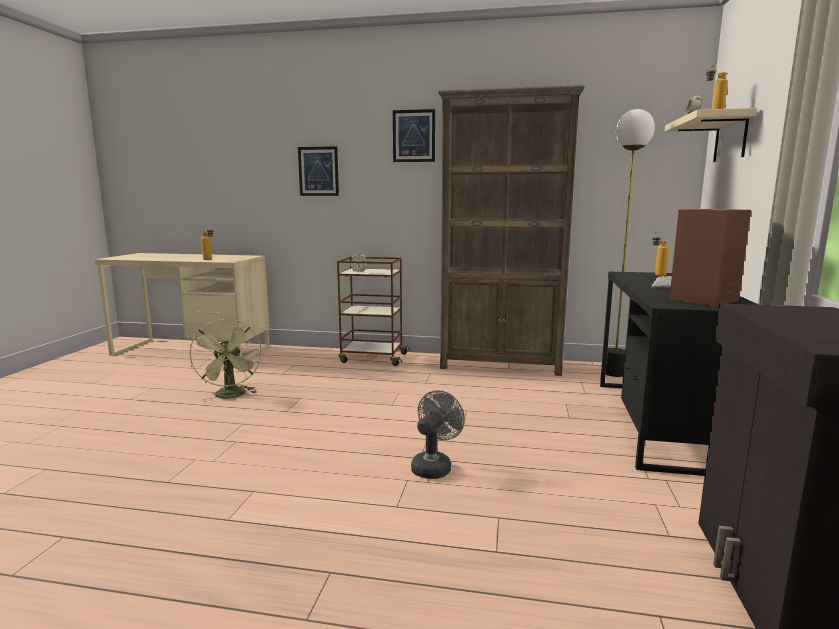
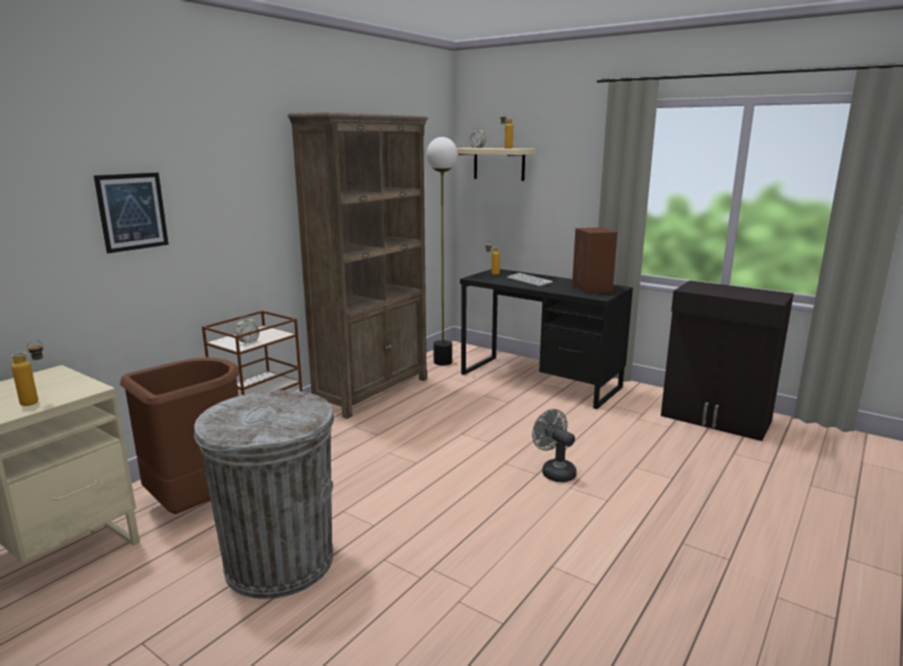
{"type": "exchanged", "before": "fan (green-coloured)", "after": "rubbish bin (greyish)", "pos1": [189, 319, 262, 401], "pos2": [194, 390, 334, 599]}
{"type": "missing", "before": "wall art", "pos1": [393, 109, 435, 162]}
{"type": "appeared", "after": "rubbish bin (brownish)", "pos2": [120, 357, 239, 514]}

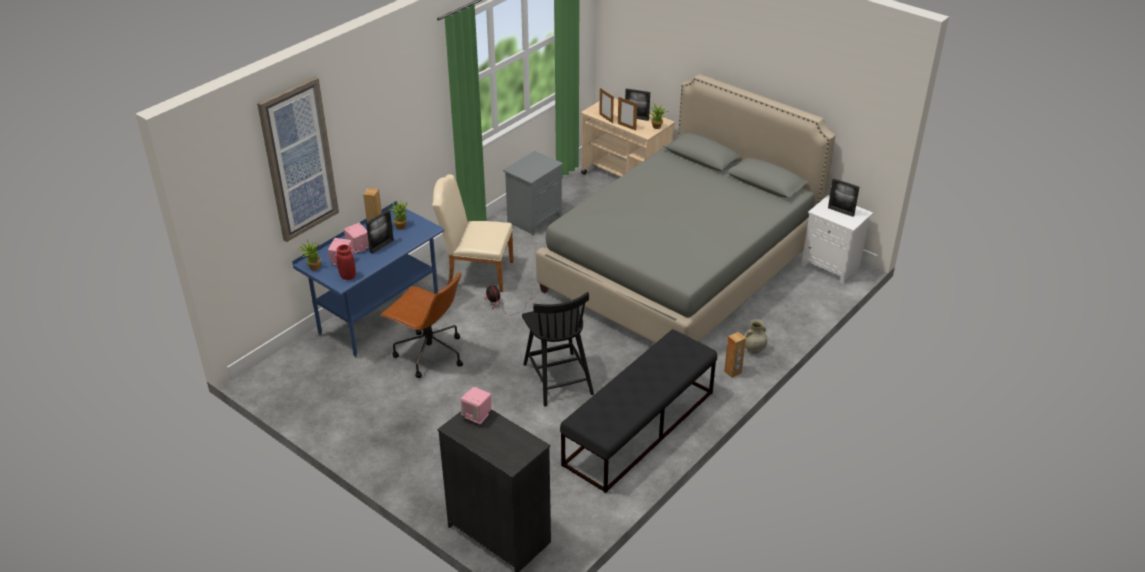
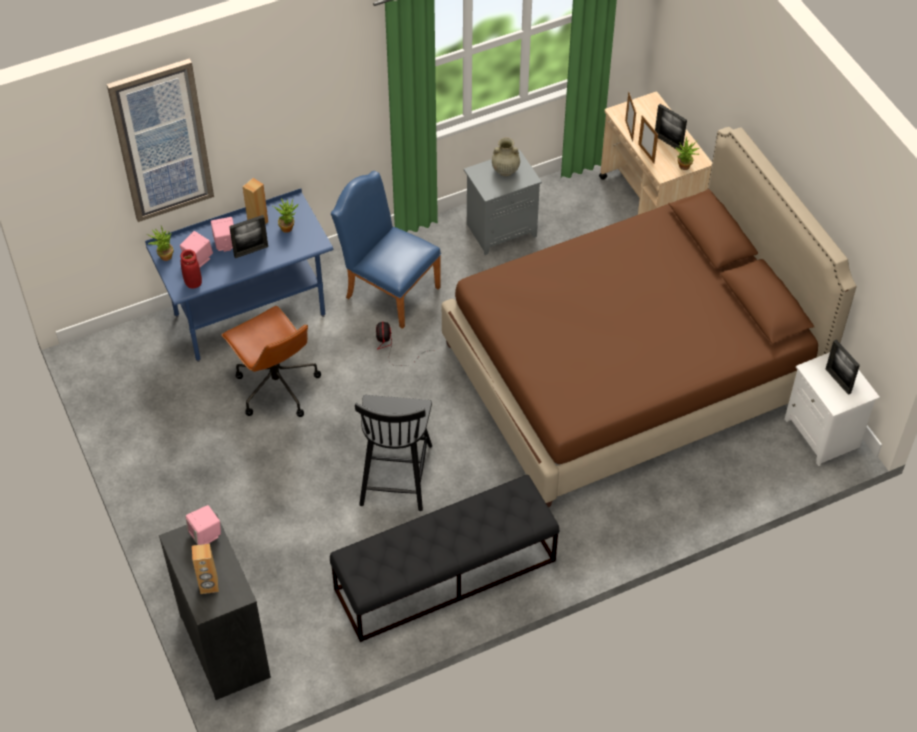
{"type": "colour", "before": "plain chair (beige-coloured)", "after": "plain chair (bluish)", "pos1": [432, 174, 514, 292], "pos2": [331, 171, 441, 329]}
{"type": "colour", "before": "sleeping bed (greyish)", "after": "sleeping bed (brownish)", "pos1": [536, 74, 835, 343], "pos2": [442, 127, 857, 507]}
{"type": "relocated", "before": "loudspeaker (brownish)", "pos1": [724, 332, 746, 378], "pos2": [192, 544, 219, 594]}
{"type": "relocated", "before": "decorative vase (beige-coloured)", "pos1": [744, 319, 768, 354], "pos2": [492, 138, 520, 176]}

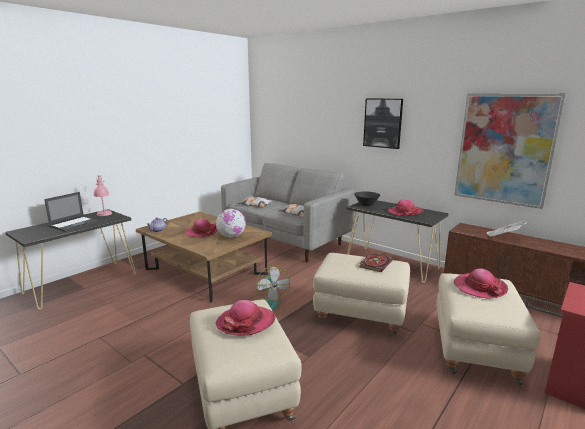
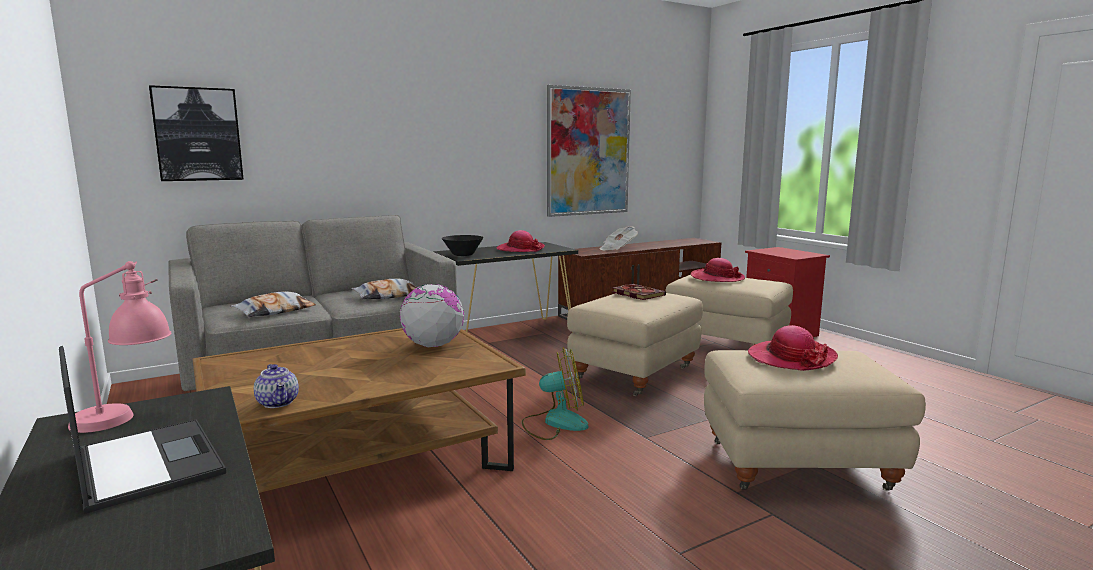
{"type": "missing", "before": "hat", "pos1": [185, 218, 218, 237]}
{"type": "relocated", "before": "wall art", "pos1": [363, 98, 403, 149], "pos2": [149, 85, 244, 181]}

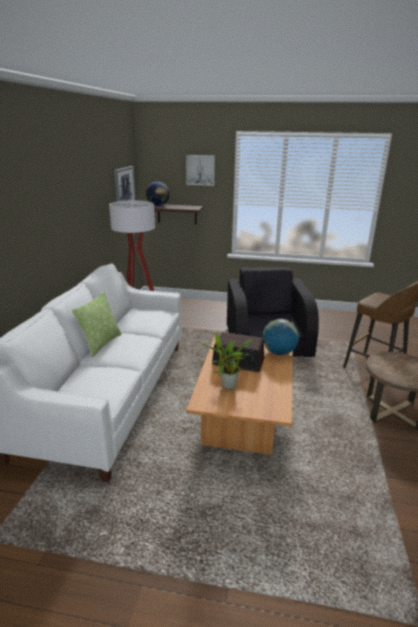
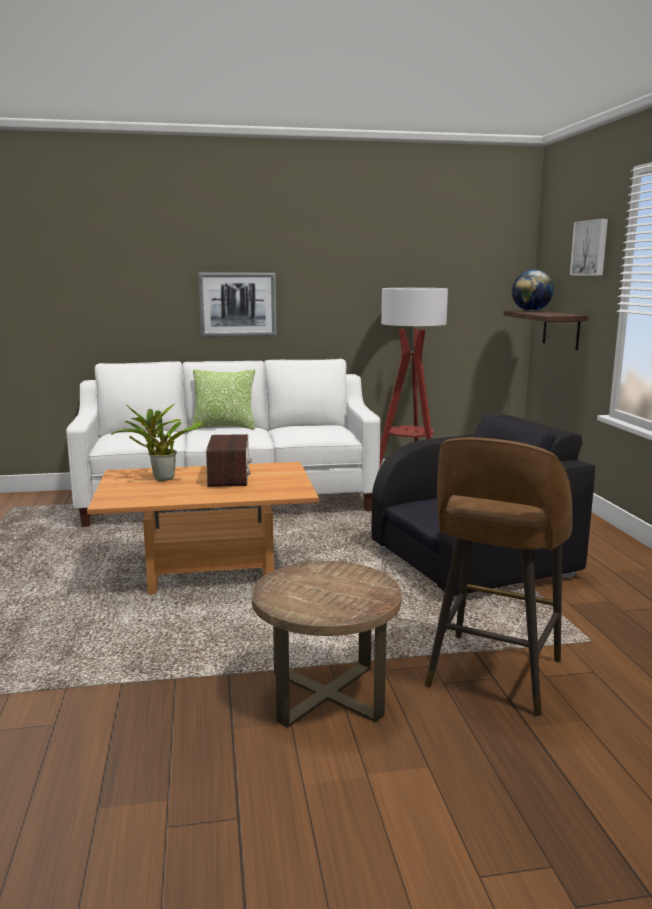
{"type": "relocated", "before": "wall art", "pos1": [114, 166, 136, 202], "pos2": [198, 273, 277, 337]}
{"type": "missing", "before": "desk globe", "pos1": [262, 319, 299, 355]}

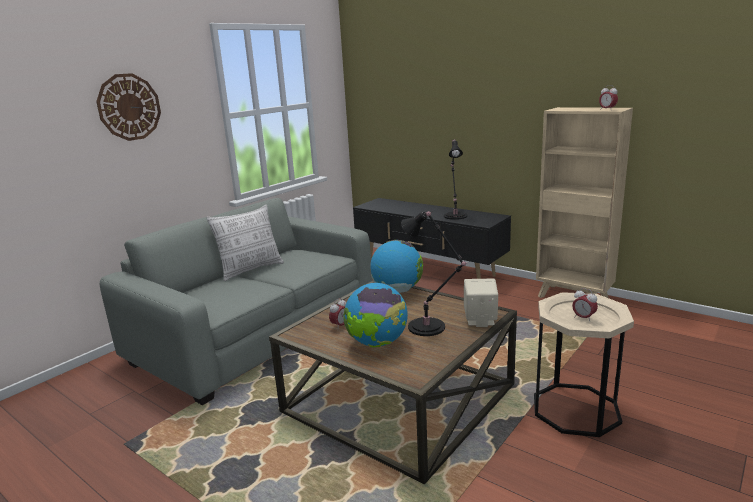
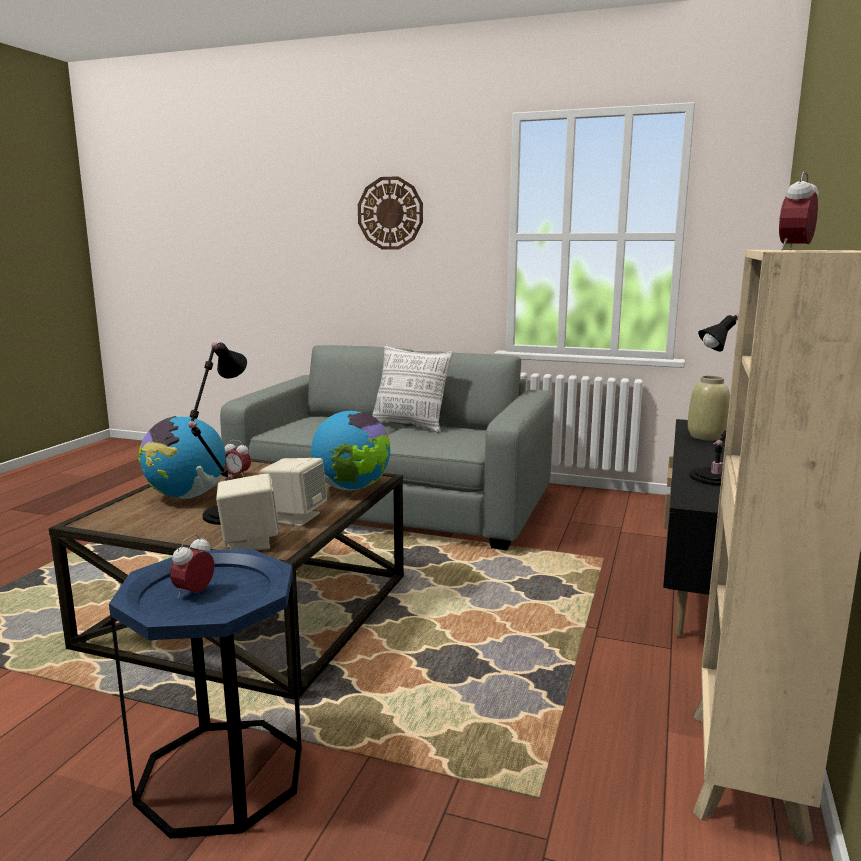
{"type": "colour", "before": "end table (beige-coloured)", "after": "end table (bluish)", "pos1": [534, 292, 634, 437], "pos2": [109, 549, 302, 838]}
{"type": "appeared", "after": "loudspeaker (beige-coloured)", "pos2": [260, 458, 327, 527]}
{"type": "appeared", "after": "decorative vase (beige-coloured)", "pos2": [688, 375, 730, 441]}

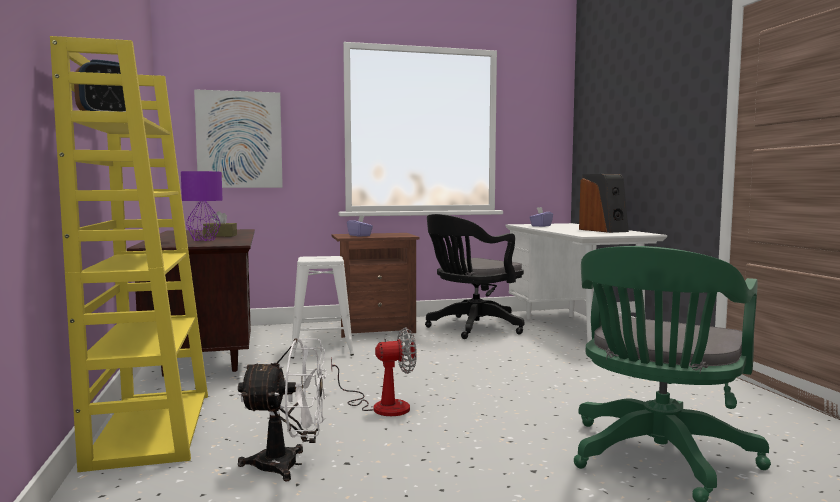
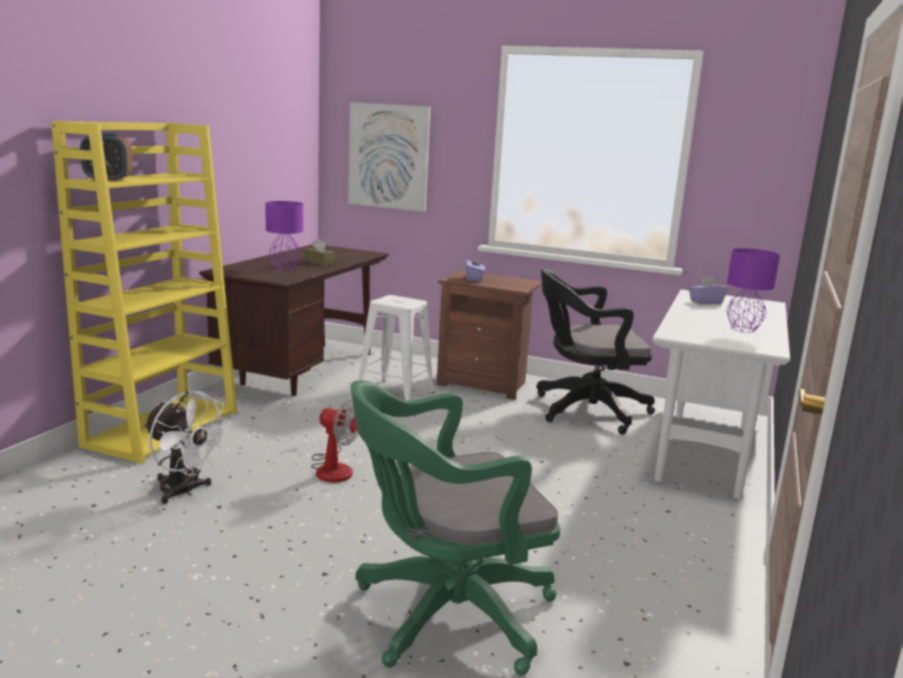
{"type": "exchanged", "before": "loudspeaker", "after": "lamp for a table (purple)", "pos1": [579, 174, 629, 233], "pos2": [726, 248, 780, 333]}

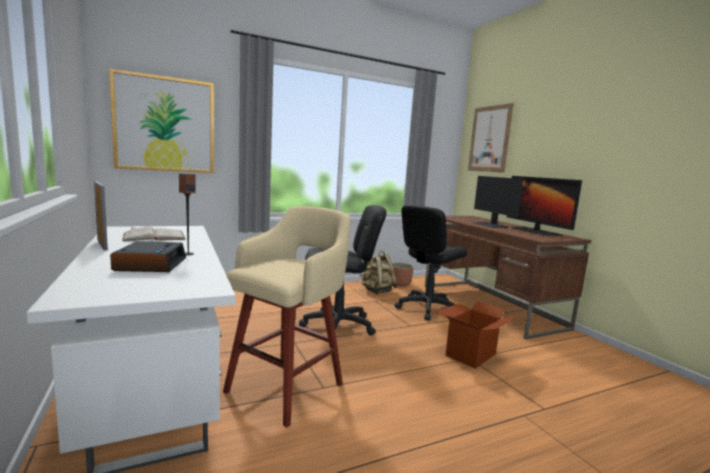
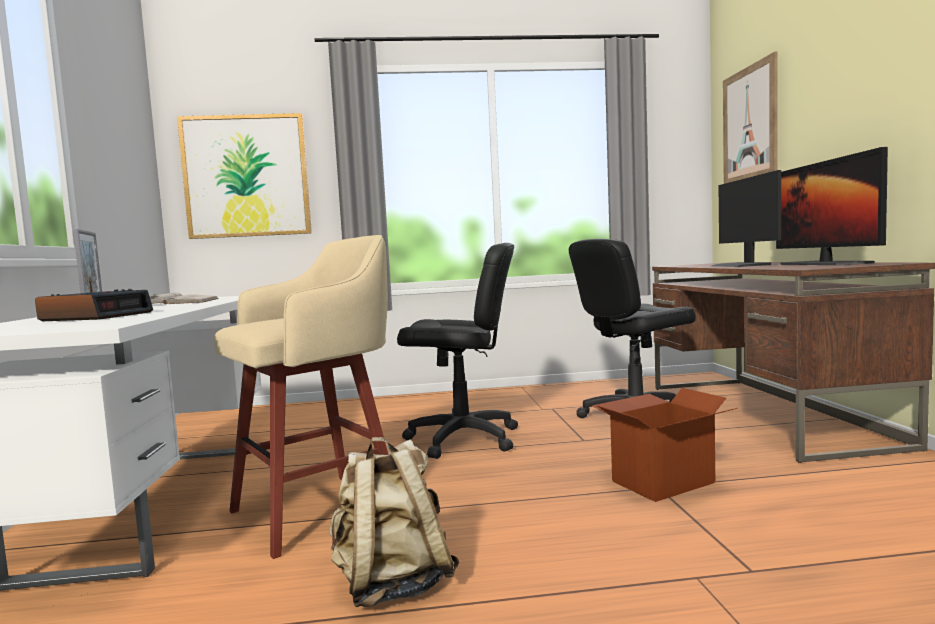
{"type": "missing", "before": "loudspeaker", "pos1": [179, 173, 196, 255]}
{"type": "relocated", "before": "rucksack (beige-coloured)", "pos1": [360, 251, 397, 294], "pos2": [330, 437, 459, 607]}
{"type": "missing", "before": "planter", "pos1": [392, 263, 414, 287]}

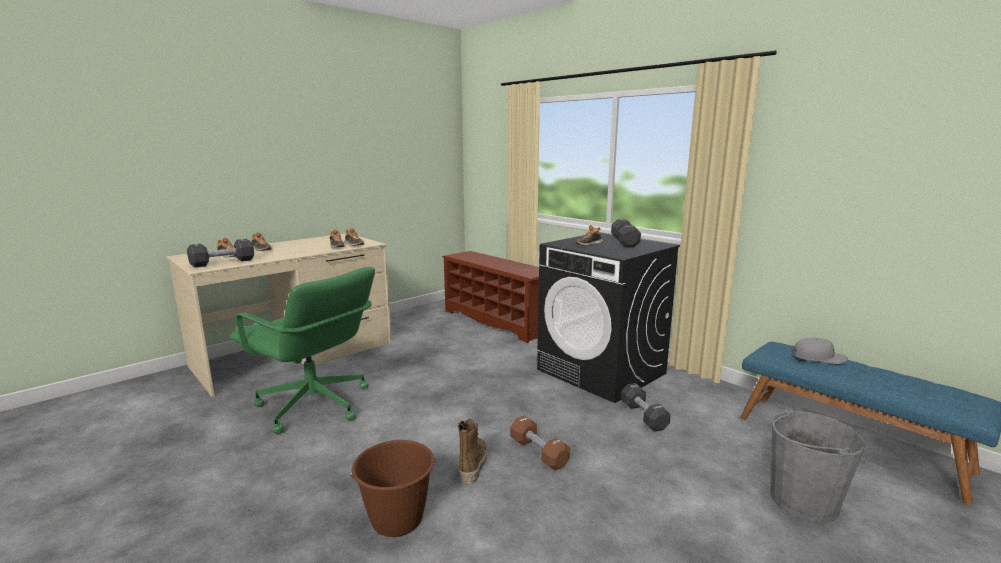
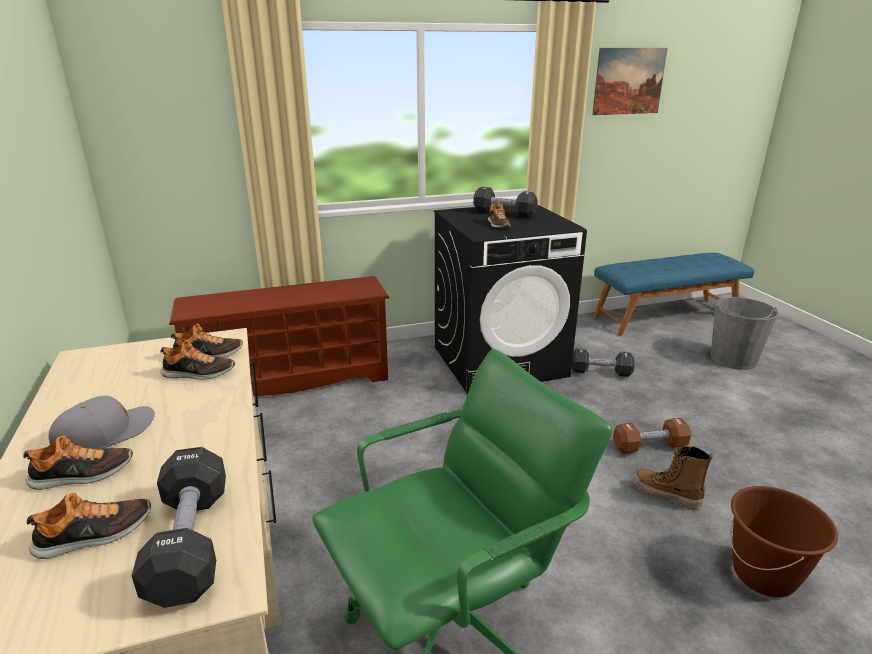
{"type": "relocated", "before": "peaked cap (greyish)", "pos1": [792, 338, 848, 364], "pos2": [48, 396, 155, 449]}
{"type": "appeared", "after": "wall art", "pos2": [592, 48, 668, 115]}

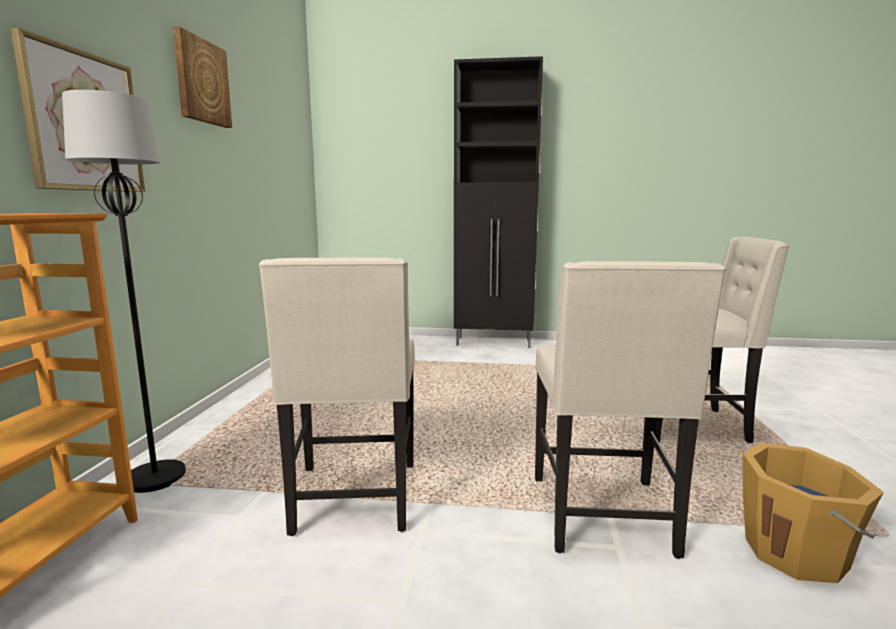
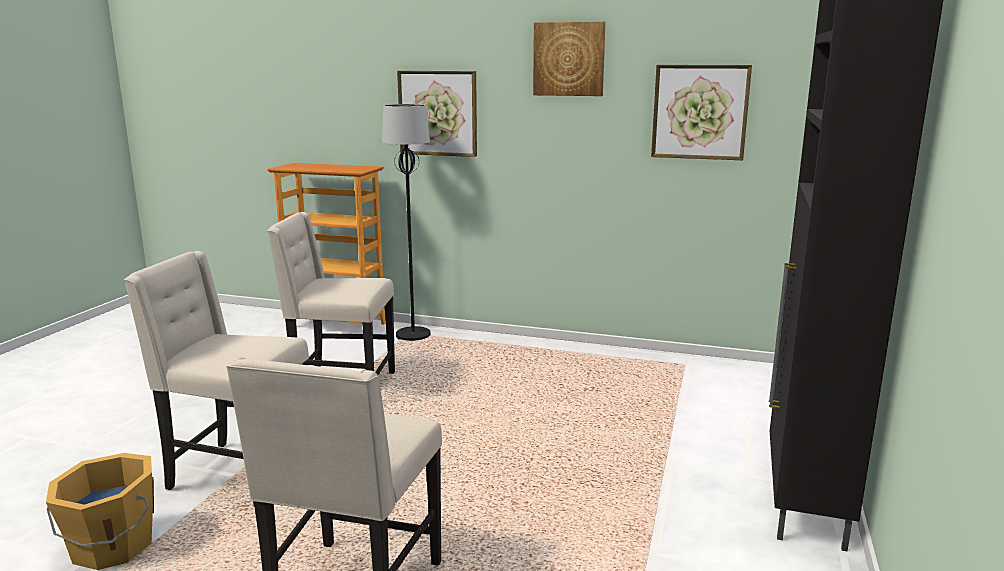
{"type": "appeared", "after": "wall art", "pos2": [651, 65, 752, 160]}

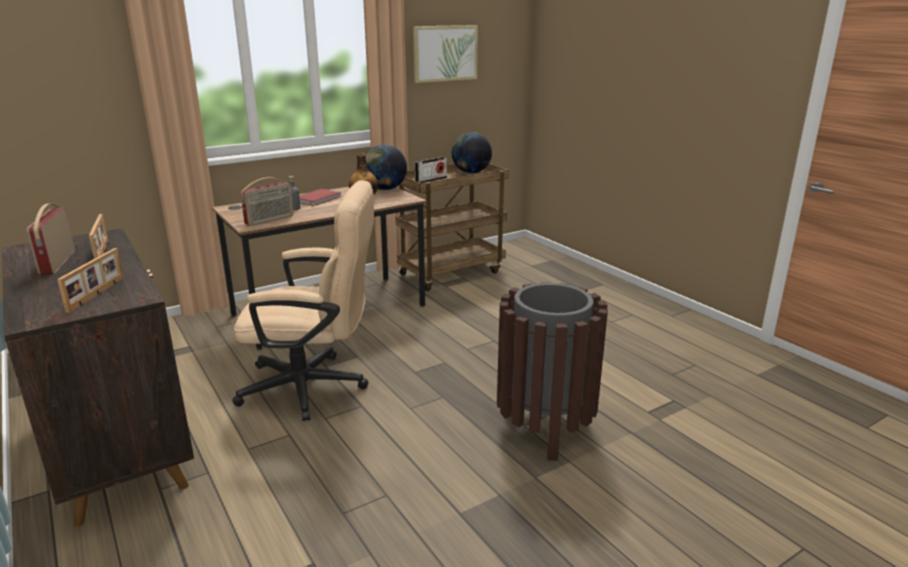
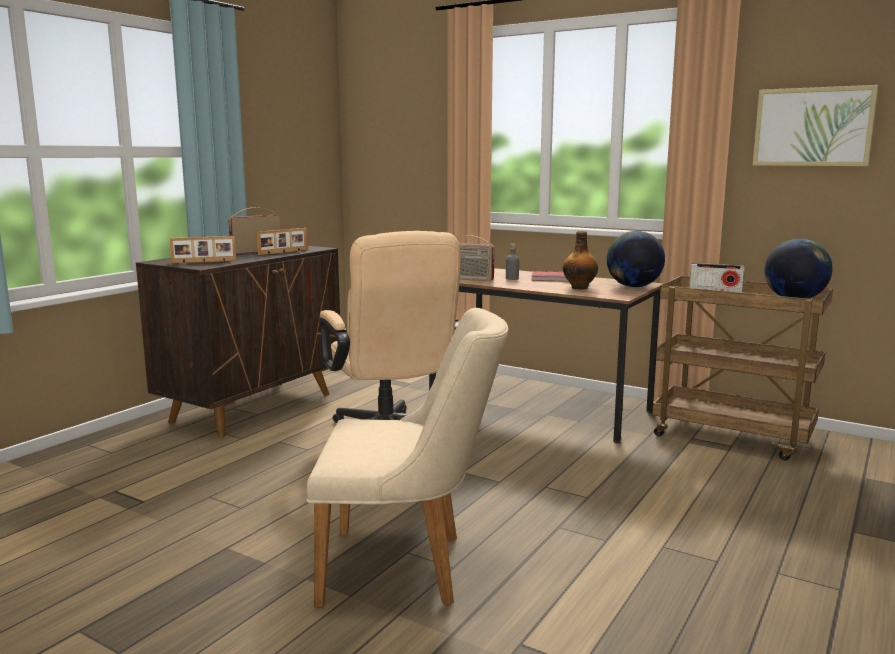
{"type": "exchanged", "before": "rubbish bin (brownish)", "after": "plain chair (beige-coloured)", "pos1": [497, 283, 608, 461], "pos2": [306, 308, 508, 607]}

